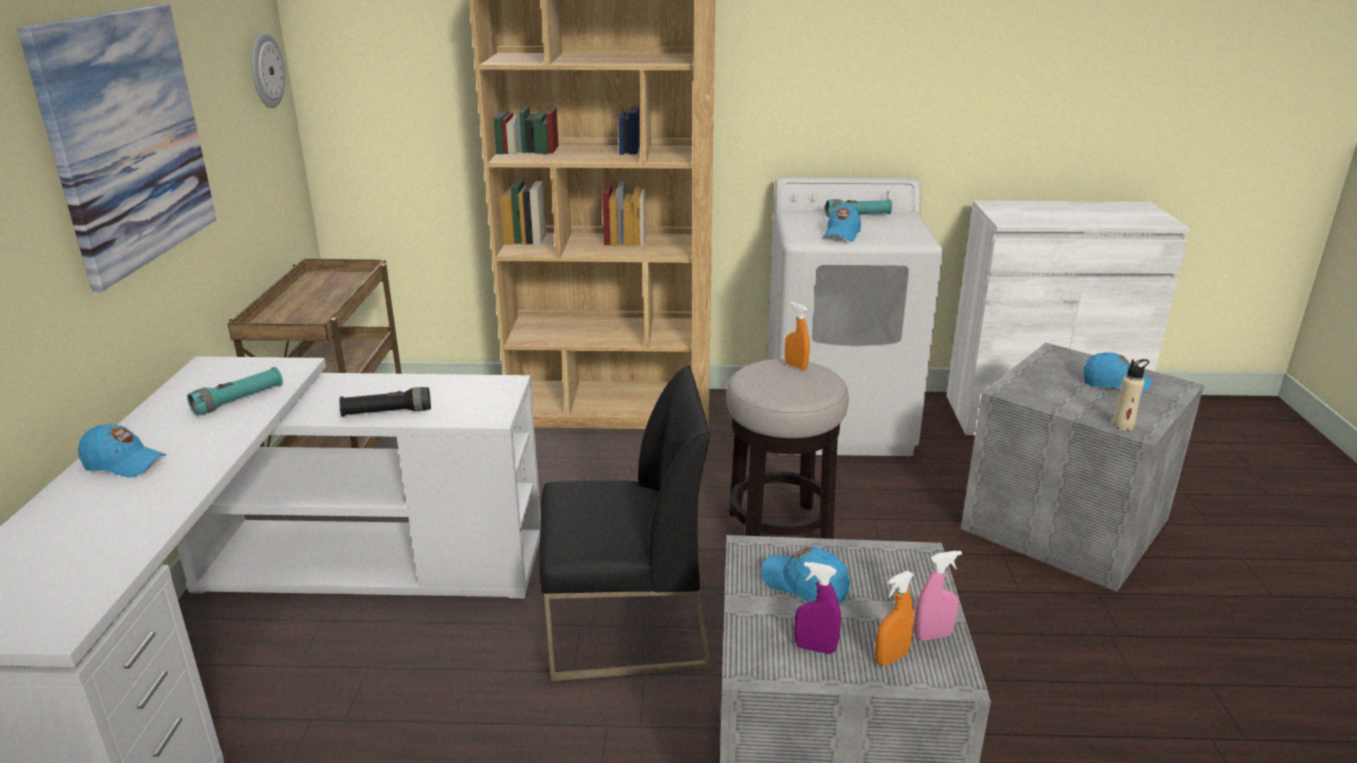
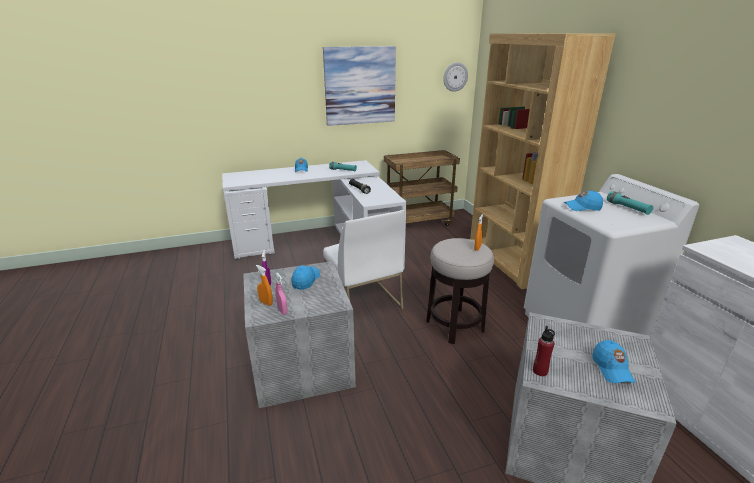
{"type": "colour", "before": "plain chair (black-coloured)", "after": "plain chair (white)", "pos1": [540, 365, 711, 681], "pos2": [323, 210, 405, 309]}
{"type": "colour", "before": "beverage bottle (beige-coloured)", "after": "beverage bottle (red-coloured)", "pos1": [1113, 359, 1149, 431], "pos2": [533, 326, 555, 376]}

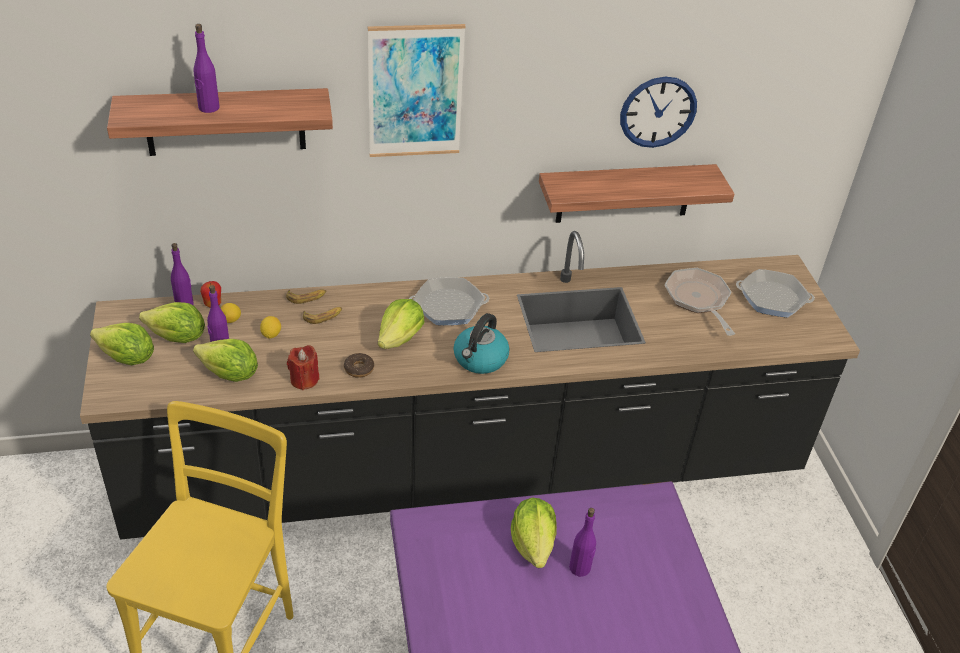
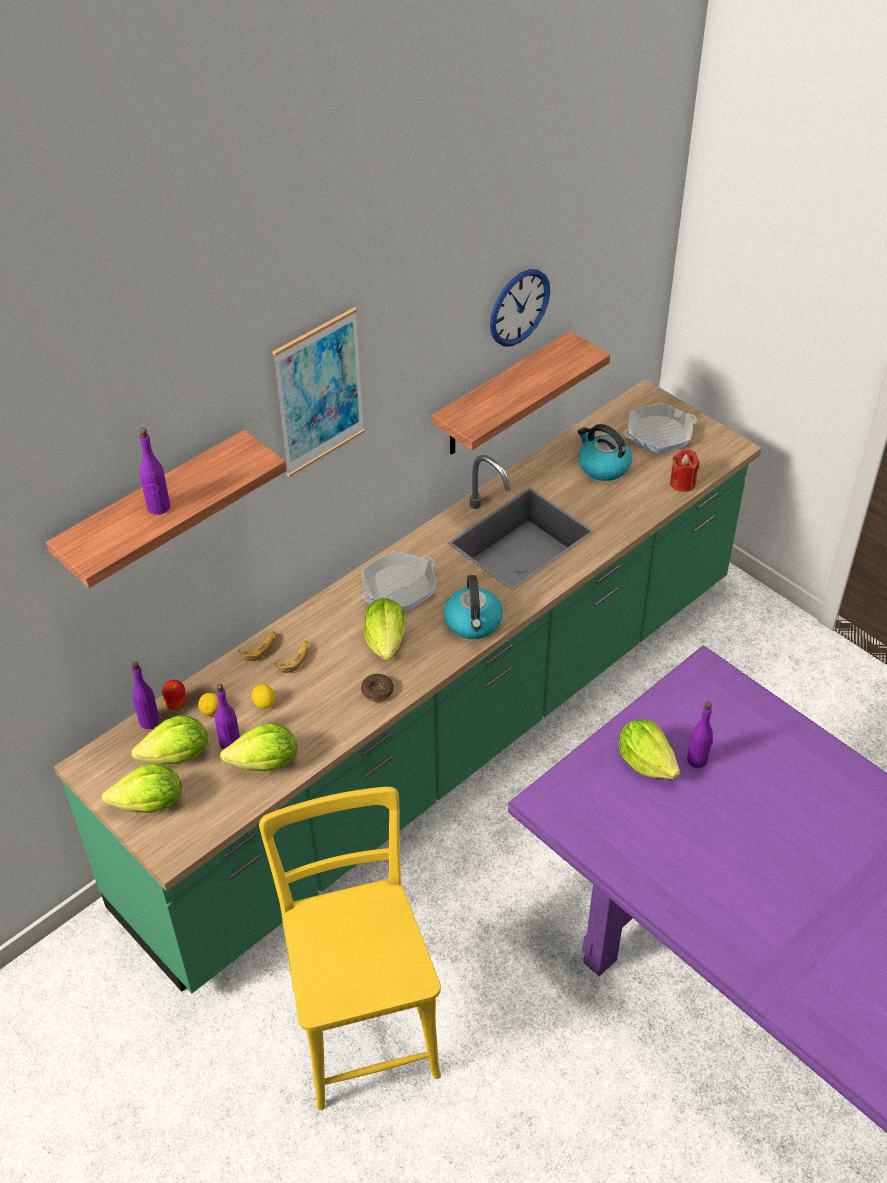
{"type": "colour", "before": "counter (black-coloured)", "after": "counter (green-coloured)", "pos1": [80, 231, 860, 540], "pos2": [54, 379, 761, 994]}
{"type": "relocated", "before": "wax light (red-coloured)", "pos1": [287, 345, 319, 390], "pos2": [670, 449, 699, 492]}
{"type": "exchanged", "before": "frying pan", "after": "tea kettle", "pos1": [665, 268, 735, 336], "pos2": [578, 424, 632, 481]}

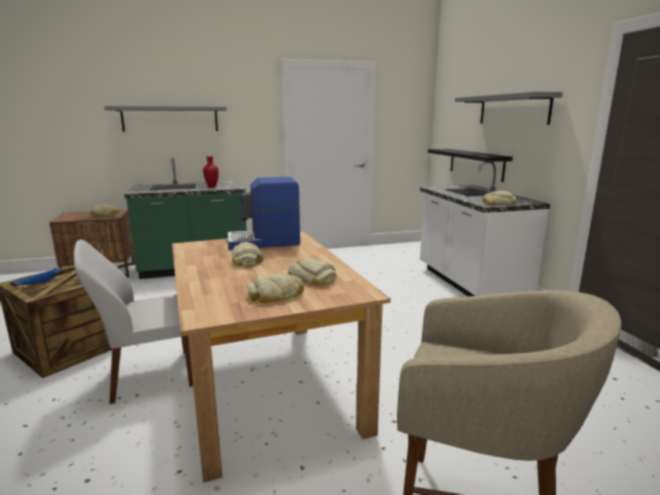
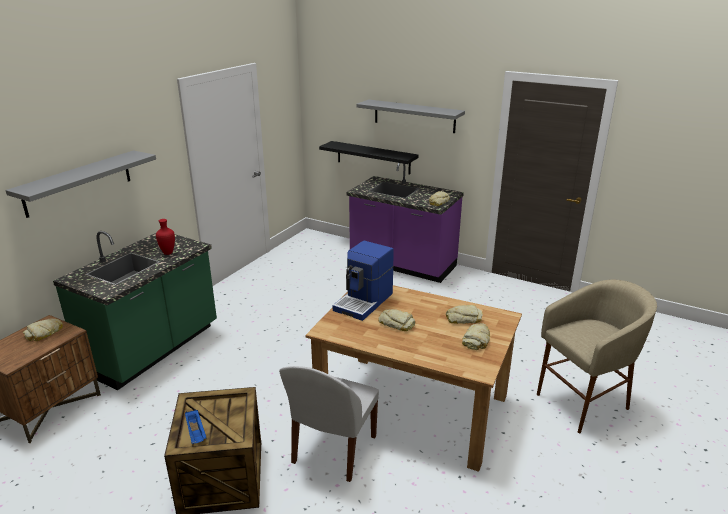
{"type": "colour", "before": "counter (white)", "after": "counter (purple)", "pos1": [420, 161, 550, 296], "pos2": [347, 163, 464, 283]}

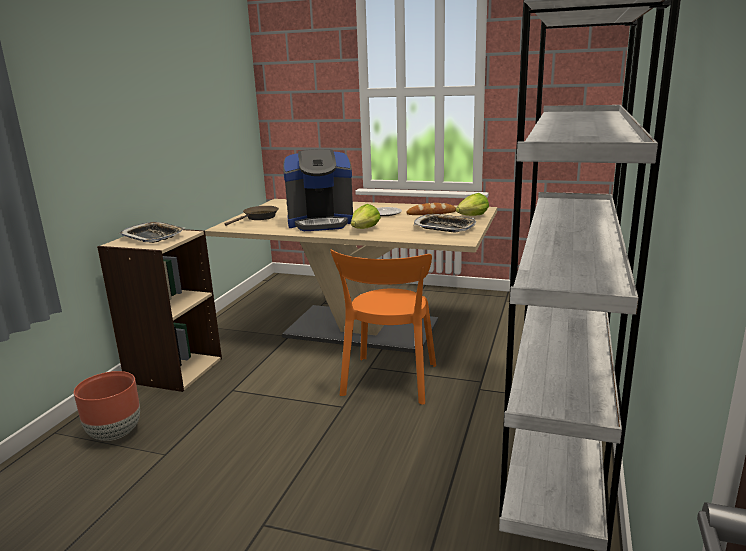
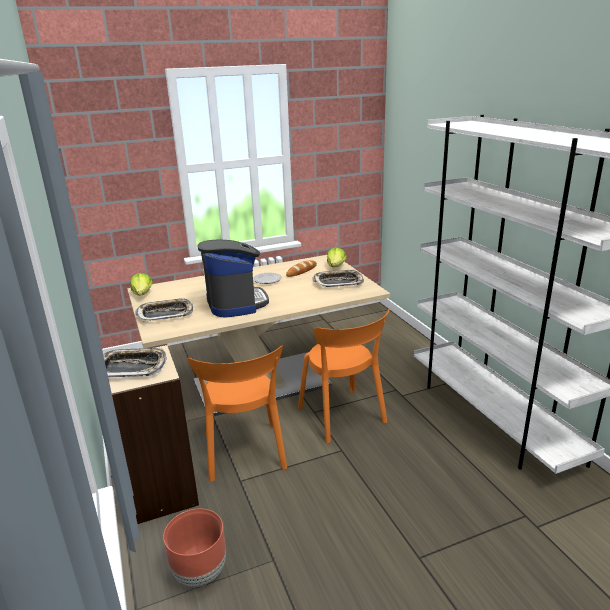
{"type": "exchanged", "before": "frying pan (brownish)", "after": "serving tray", "pos1": [225, 206, 279, 226], "pos2": [135, 298, 193, 321]}
{"type": "spun", "before": "coffee brewer", "pos1": [283, 149, 353, 231], "pos2": [198, 240, 269, 317], "turn": -60}
{"type": "relocated", "before": "lettuce", "pos1": [351, 204, 381, 229], "pos2": [130, 273, 153, 296]}
{"type": "appeared", "after": "plain chair (orange)", "pos2": [188, 346, 287, 482]}

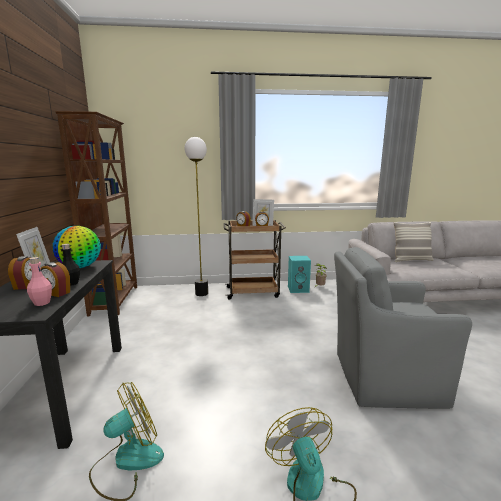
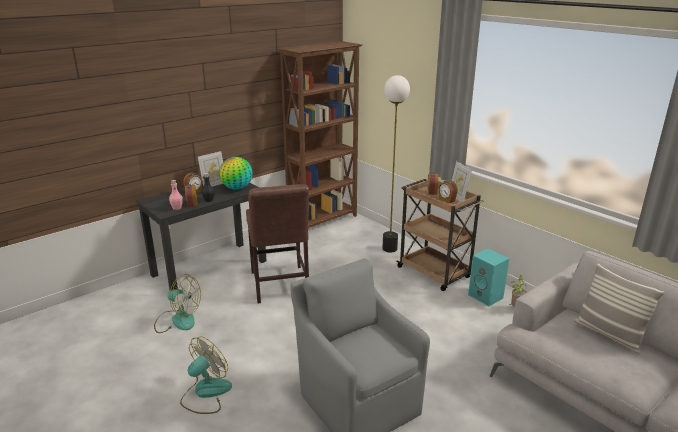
{"type": "appeared", "after": "plain chair (brownish)", "pos2": [246, 184, 309, 303]}

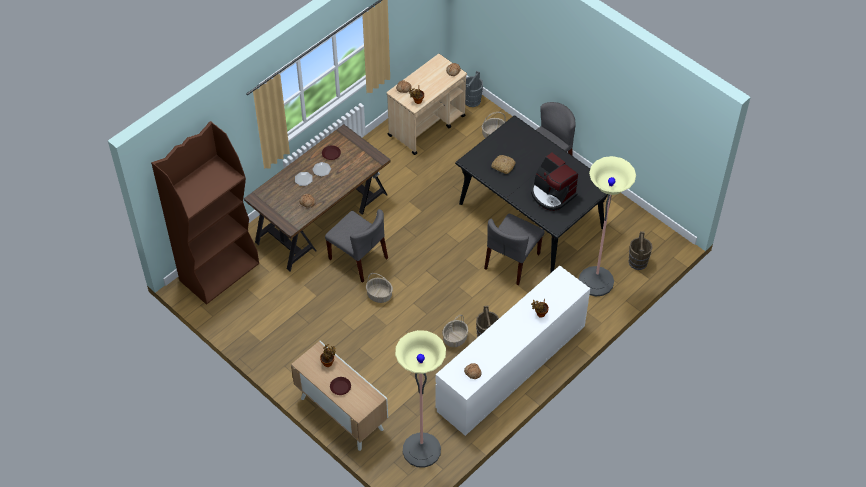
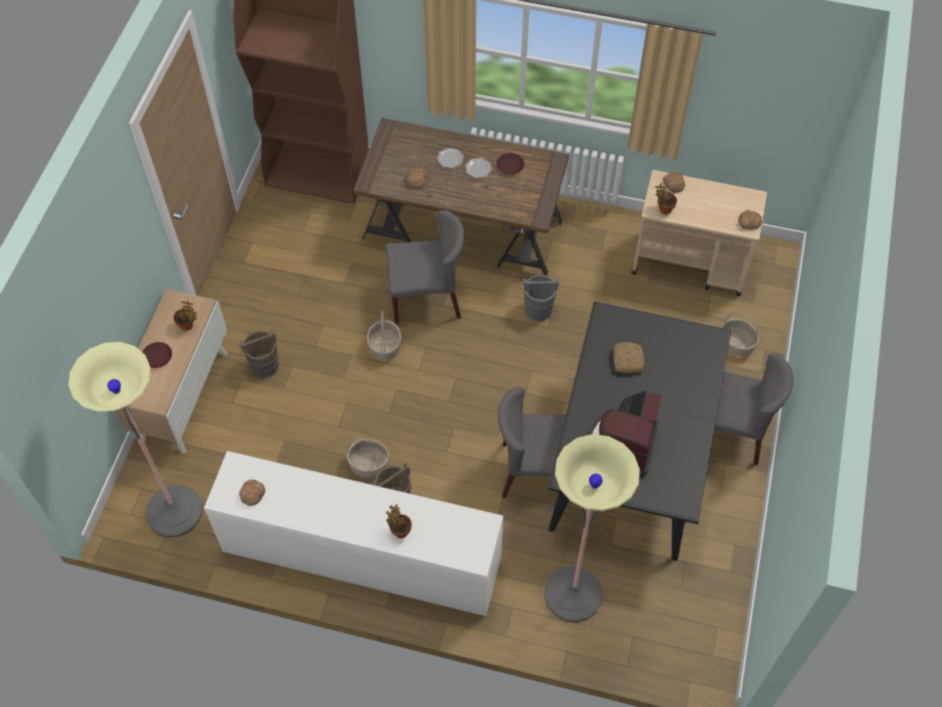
{"type": "spun", "before": "plain chair (greyish)", "pos1": [325, 209, 388, 283], "pos2": [386, 210, 464, 323], "turn": -105}
{"type": "relocated", "before": "bucket (greyish)", "pos1": [465, 71, 483, 107], "pos2": [522, 274, 560, 322]}
{"type": "relocated", "before": "bucket (brownish)", "pos1": [628, 231, 653, 270], "pos2": [239, 330, 279, 378]}

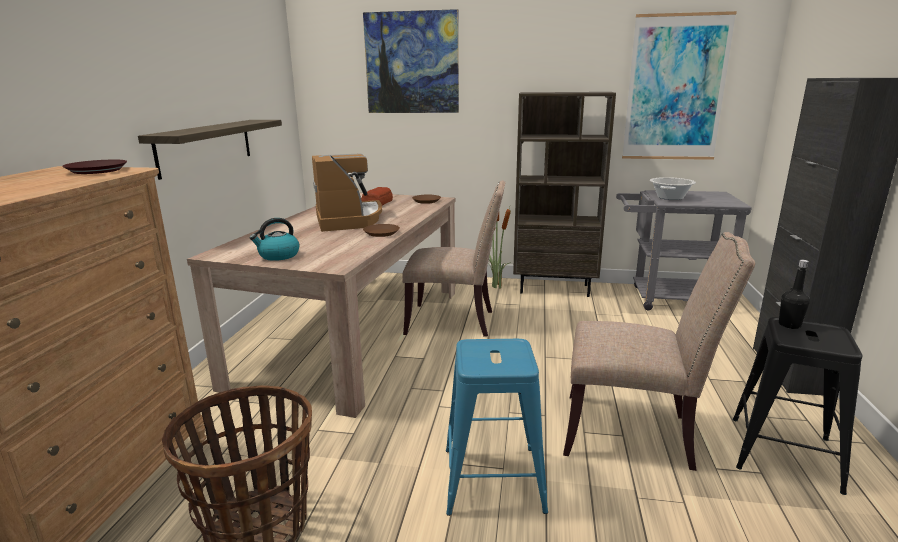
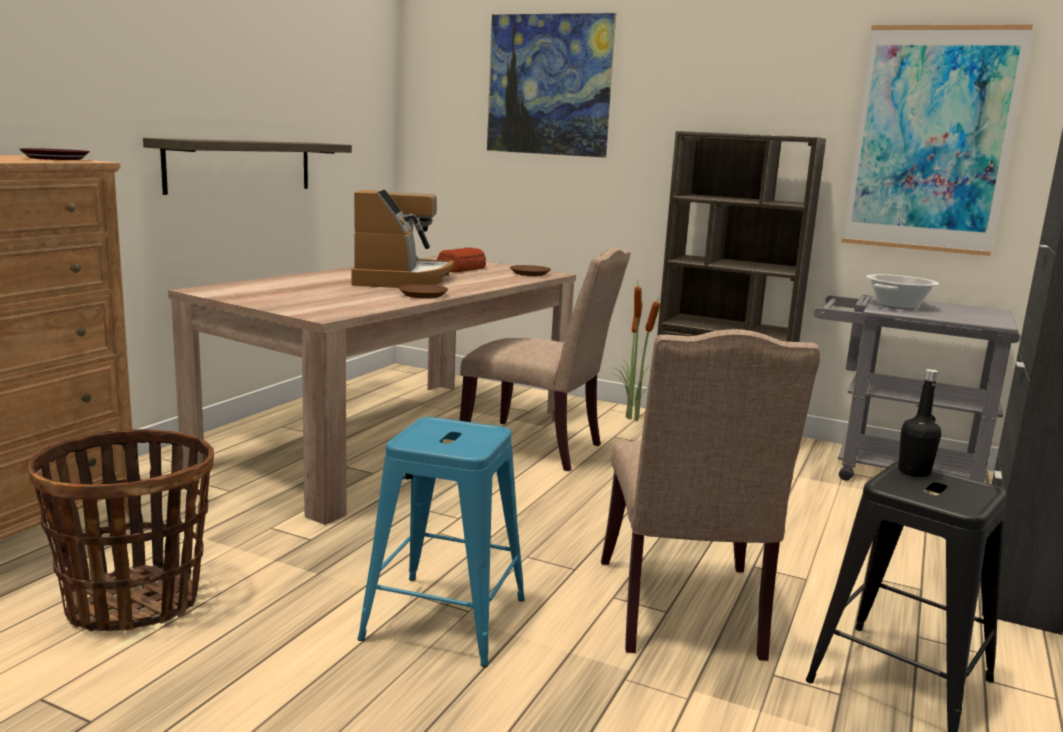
{"type": "missing", "before": "tea kettle", "pos1": [249, 218, 299, 261]}
{"type": "spun", "before": "plain chair (beige-coloured)", "pos1": [563, 232, 755, 471], "pos2": [601, 329, 820, 661], "turn": 60}

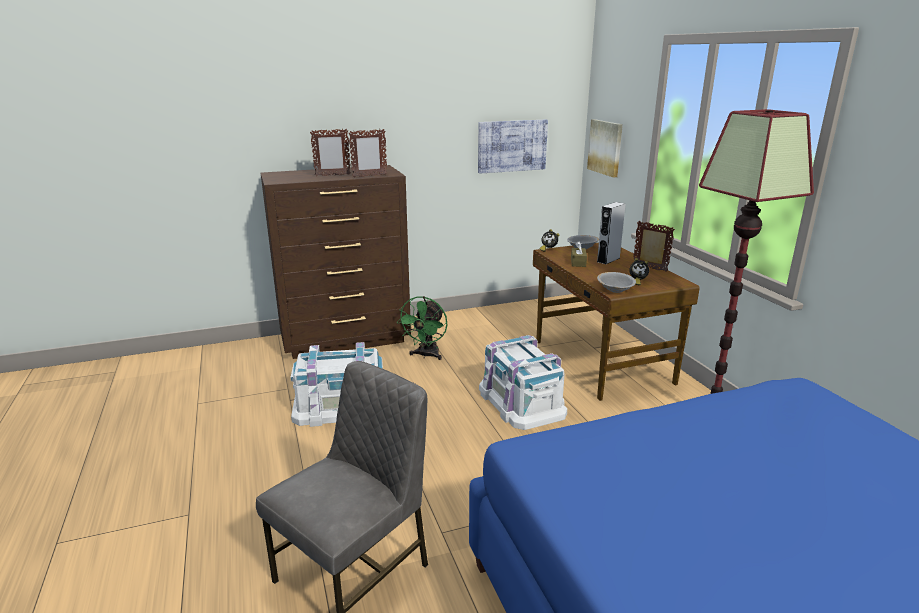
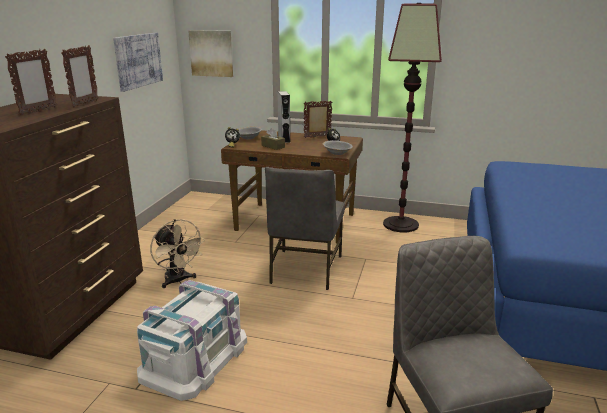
{"type": "colour", "before": "fan (green-coloured)", "after": "fan (beige-coloured)", "pos1": [397, 296, 448, 360], "pos2": [150, 219, 205, 288]}
{"type": "exchanged", "before": "storage box (white)", "after": "plain chair (greyish)", "pos1": [479, 335, 567, 430], "pos2": [265, 167, 345, 290]}

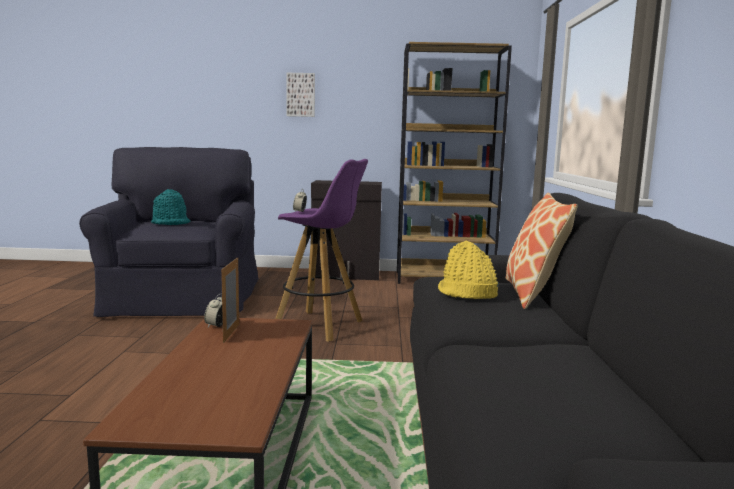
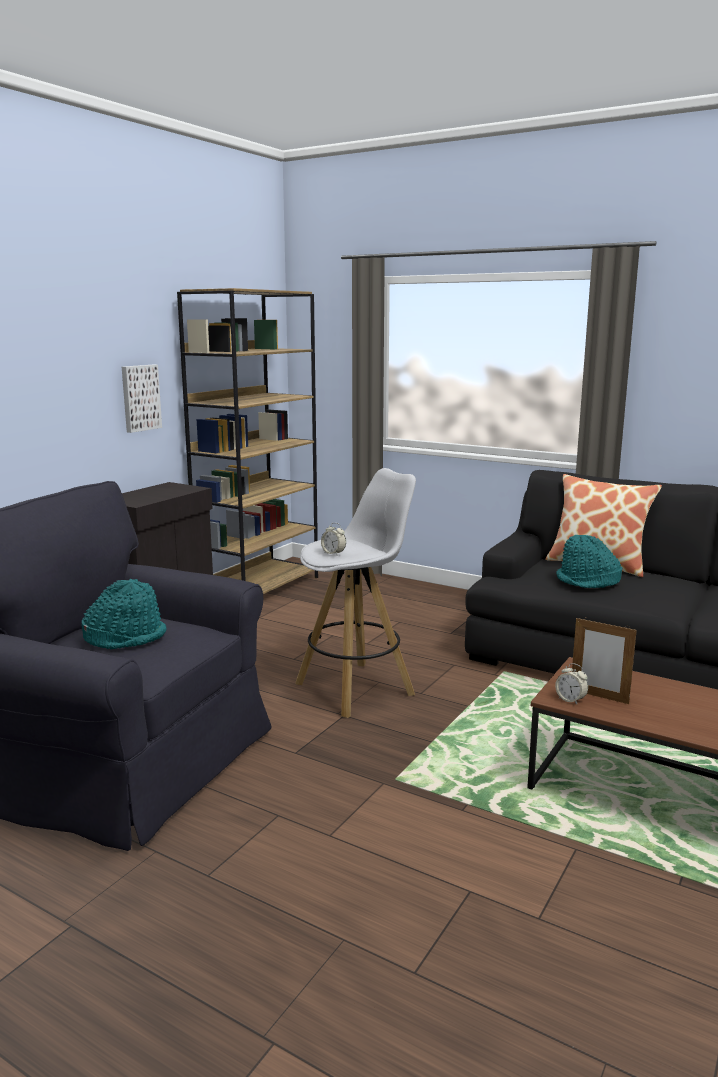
{"type": "colour", "before": "sitting stool (purple)", "after": "sitting stool (white)", "pos1": [275, 159, 368, 342], "pos2": [296, 468, 416, 718]}
{"type": "relocated", "before": "wall art", "pos1": [286, 73, 315, 117], "pos2": [122, 365, 162, 433]}
{"type": "colour", "before": "hat (yellowish)", "after": "hat (turquoise)", "pos1": [438, 241, 499, 299], "pos2": [556, 535, 622, 588]}

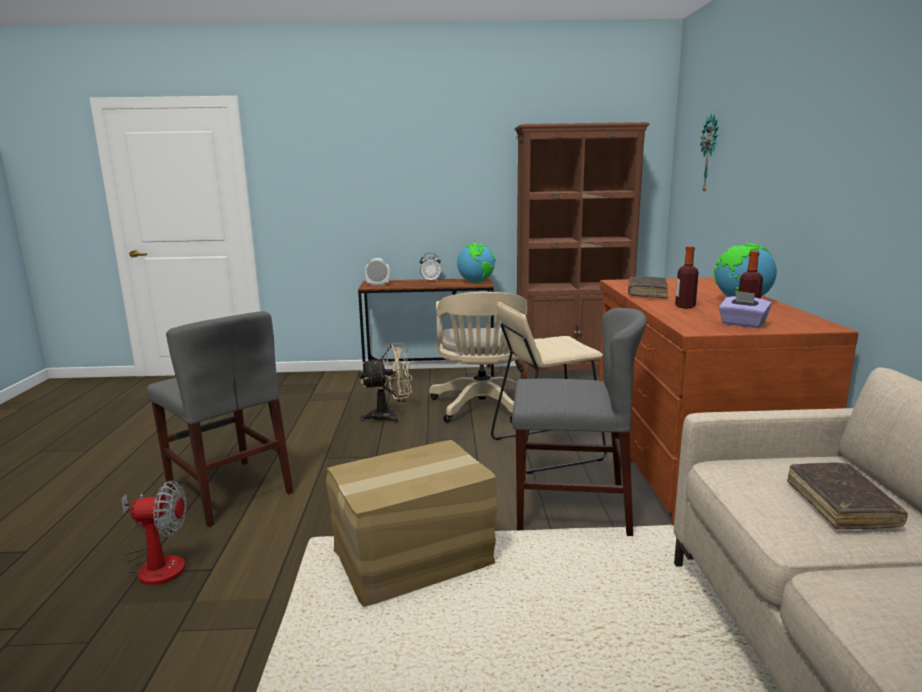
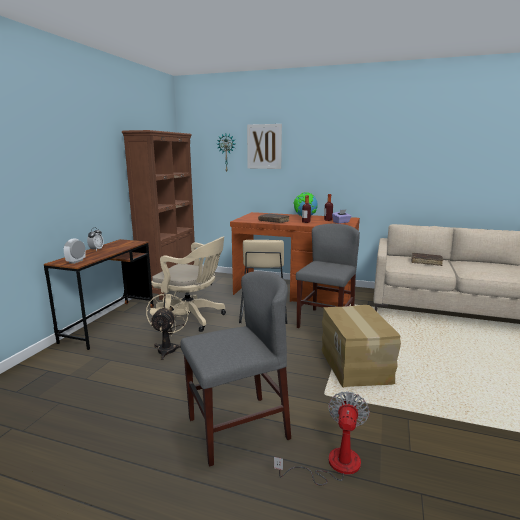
{"type": "missing", "before": "desk globe", "pos1": [457, 243, 495, 283]}
{"type": "appeared", "after": "wall art", "pos2": [247, 124, 282, 169]}

